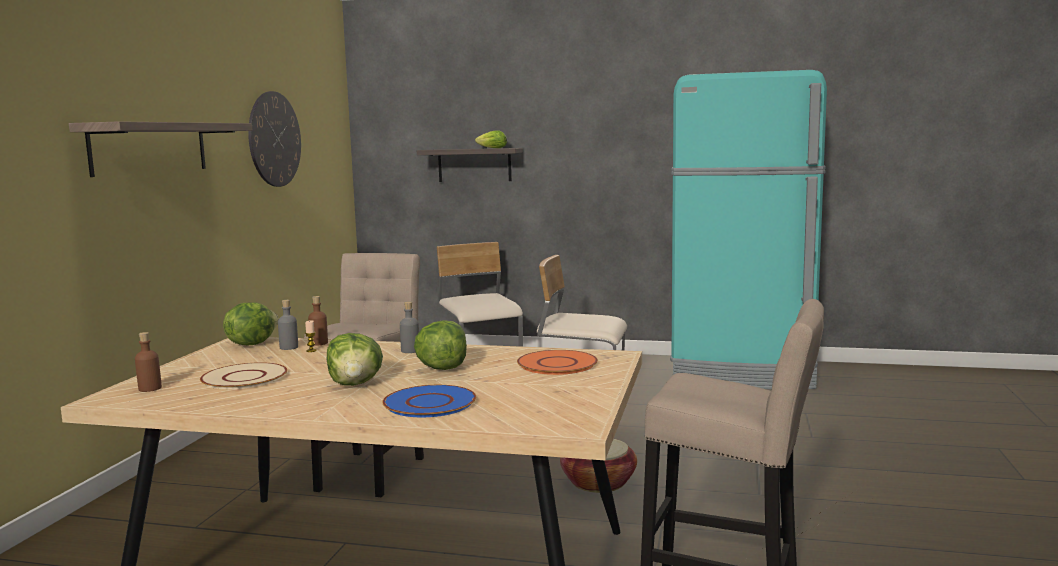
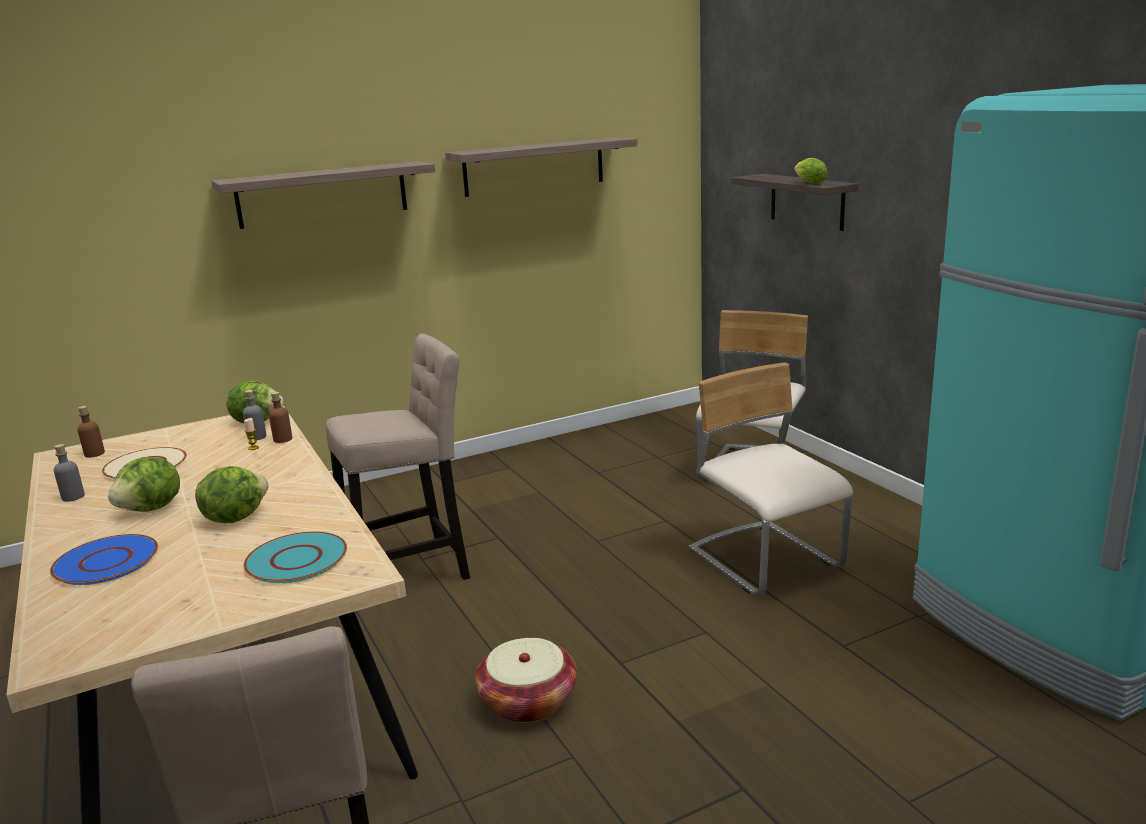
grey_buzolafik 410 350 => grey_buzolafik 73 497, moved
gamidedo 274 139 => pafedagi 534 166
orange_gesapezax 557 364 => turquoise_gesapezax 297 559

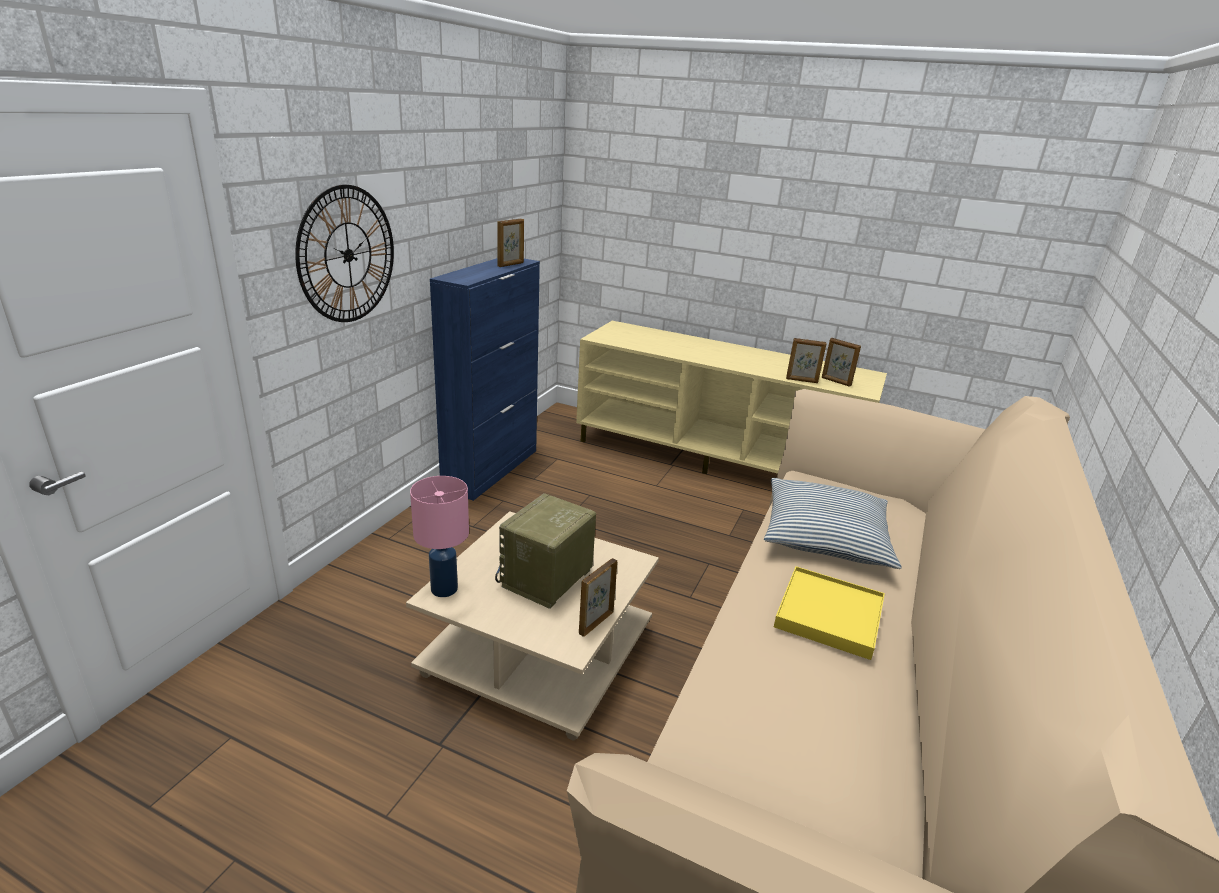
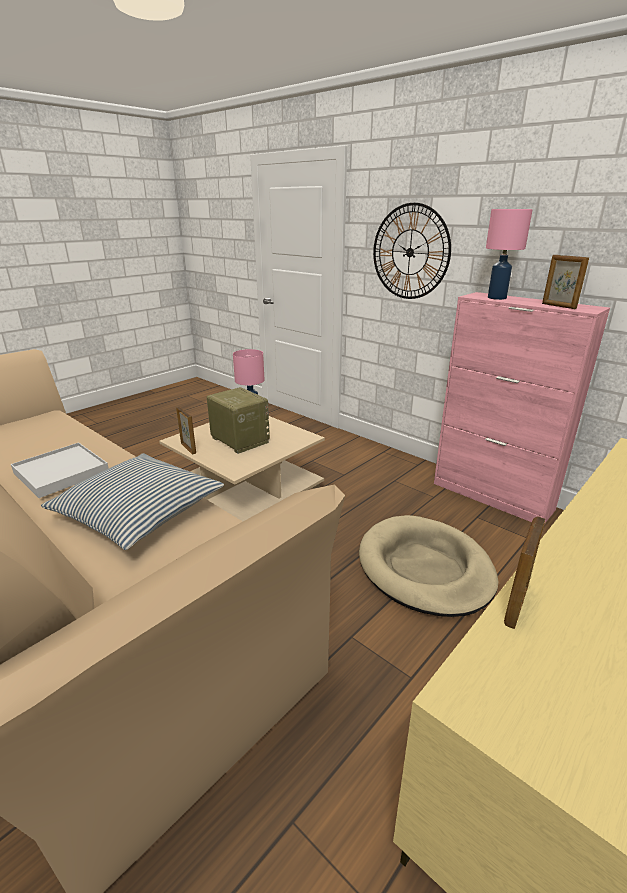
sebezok 836 382 => nothing
nothing => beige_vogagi 425 568
nothing => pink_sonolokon 497 298
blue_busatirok 491 469 => pink_busatirok 492 496
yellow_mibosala 828 615 => white_mibosala 61 472

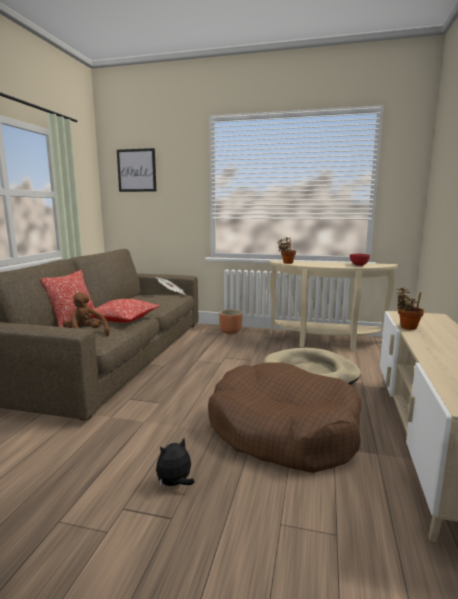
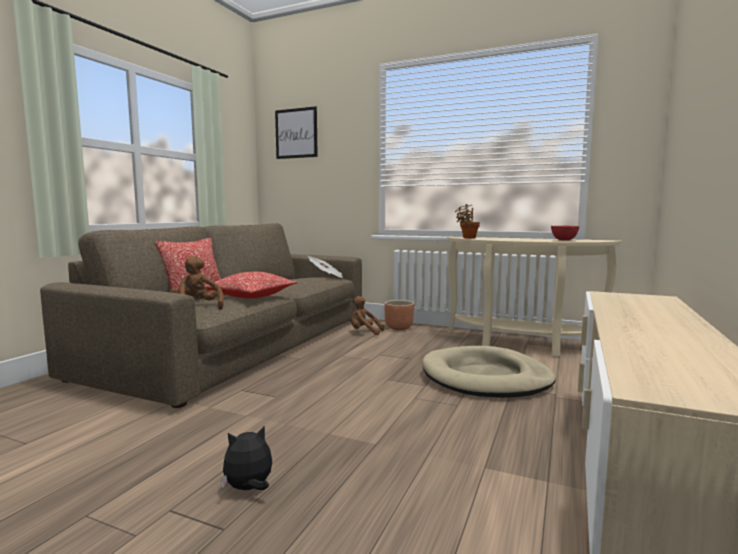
brown_vogagi 282 430 => nothing
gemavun 407 327 => nothing
nothing => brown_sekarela 364 332

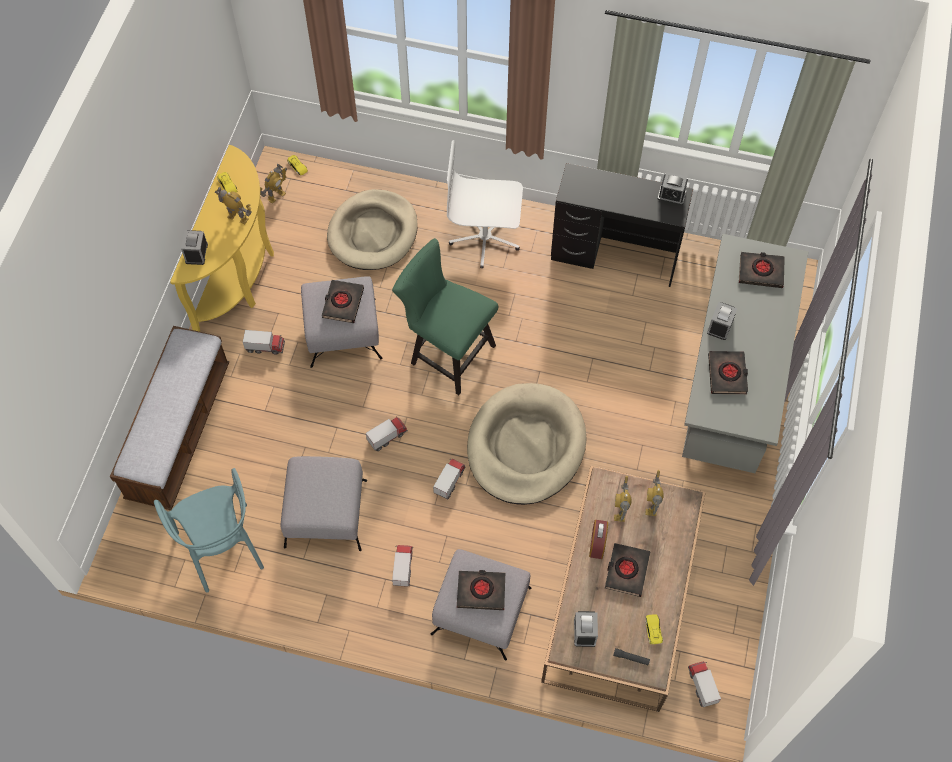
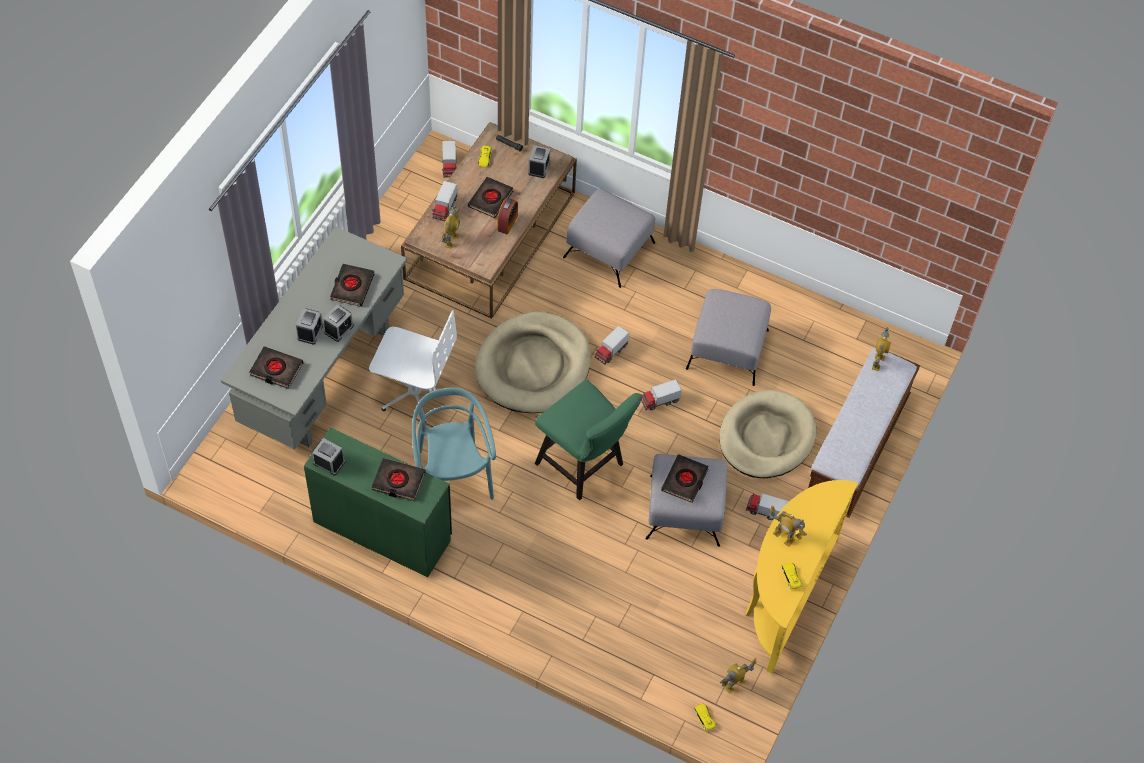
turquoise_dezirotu 222 547 => turquoise_dezirotu 452 476, moved
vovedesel 196 253 => vovedesel 310 332, moved
beige_vogagi 373 233 => beige_vogagi 766 437, moved
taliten 403 568 => taliten 444 208, moved
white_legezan 485 238 => white_legezan 414 392, moved
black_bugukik 481 591 => black_bugukik 398 482, moved
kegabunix 620 511 => kegabunix 877 362, moved
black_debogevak 614 257 => green_debogevak 382 529

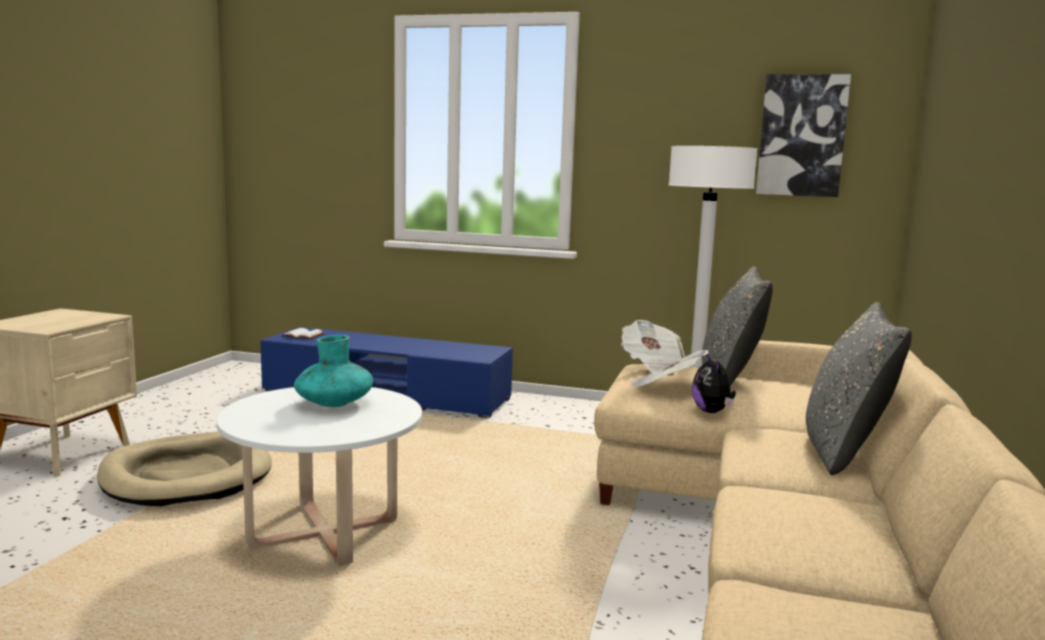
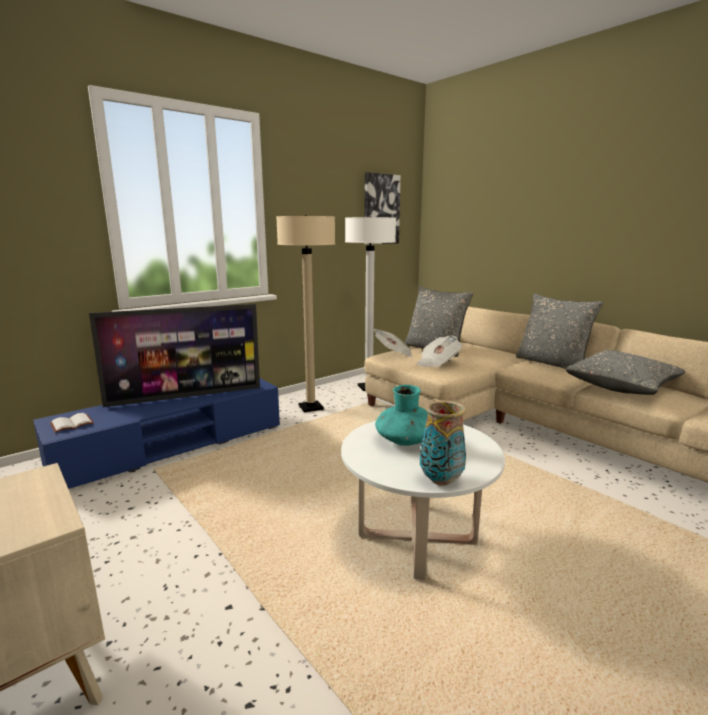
beige_vogagi 187 476 => nothing
sekarela 712 412 => nothing
nothing => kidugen 186 396
nothing => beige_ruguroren 311 407
nothing => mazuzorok 441 480
nothing => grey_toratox 622 386

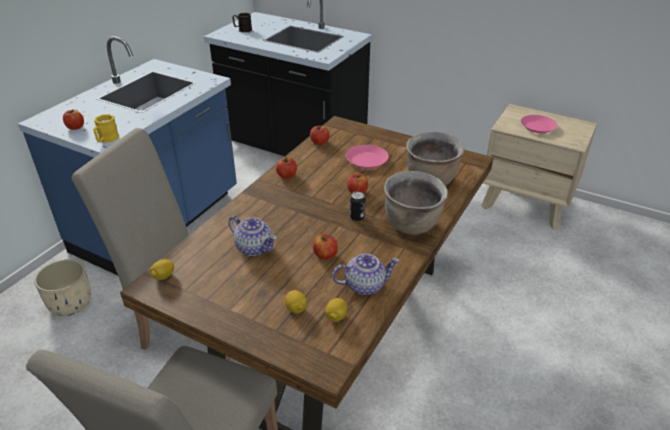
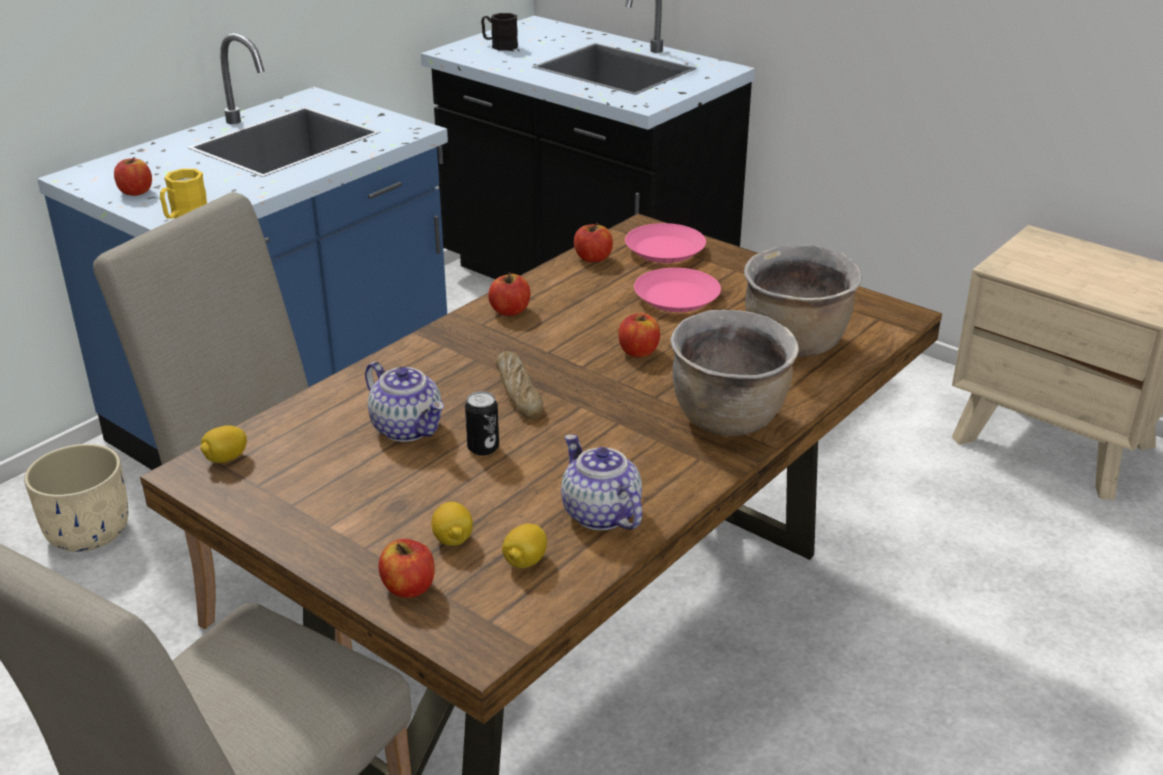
nothing => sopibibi 519 392
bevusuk 325 255 => bevusuk 409 587, moved
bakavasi 357 217 => bakavasi 483 448, moved
pink_gesapezax 538 127 => pink_gesapezax 665 250, moved
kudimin 365 285 => kudimin 599 514, 120 degrees counterclockwise

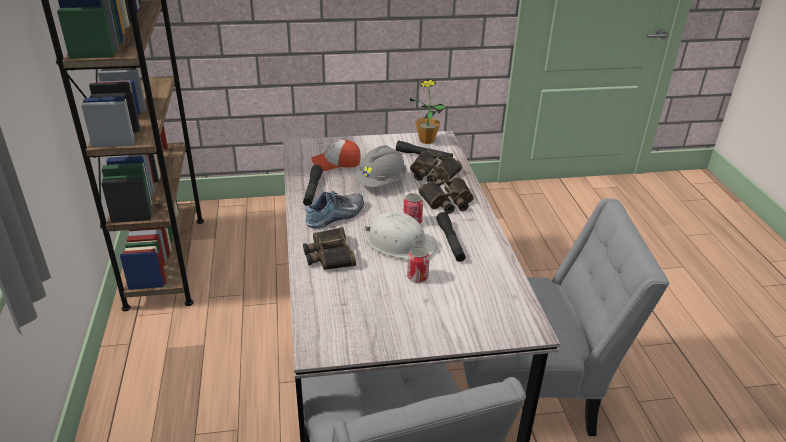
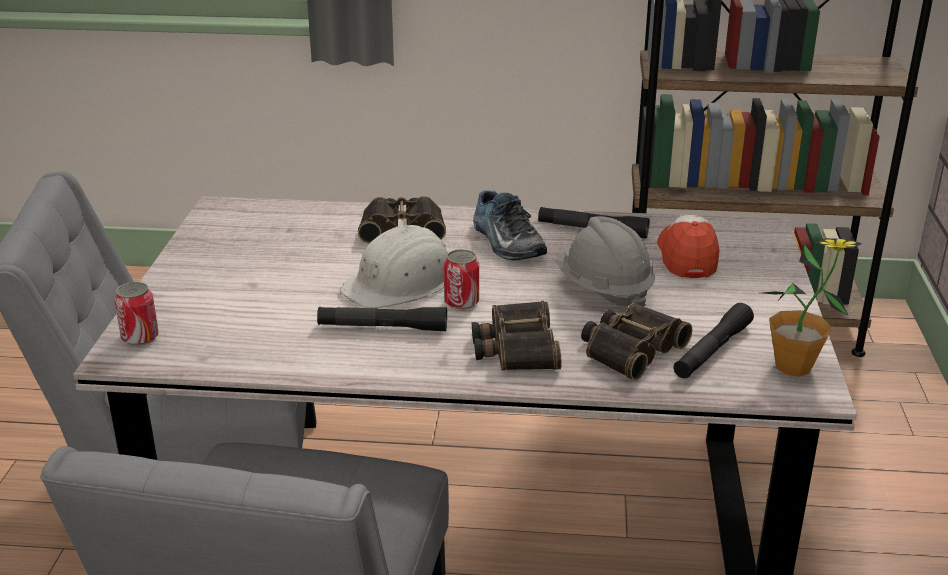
bakavasi 417 277 => bakavasi 140 337, moved

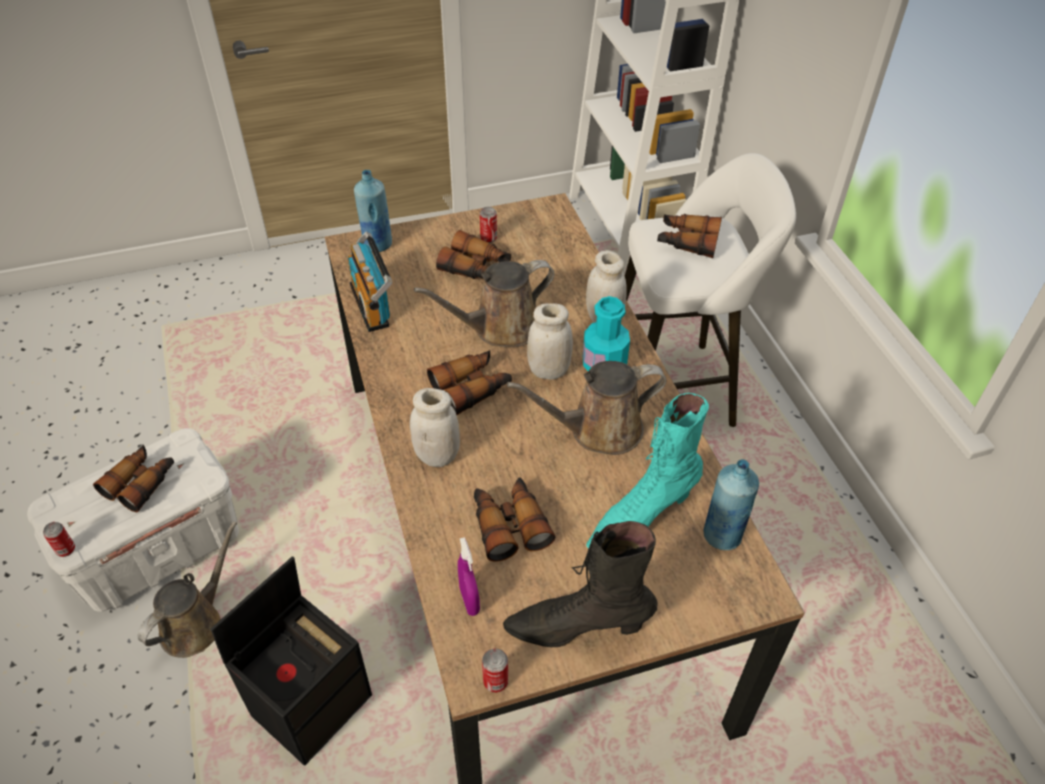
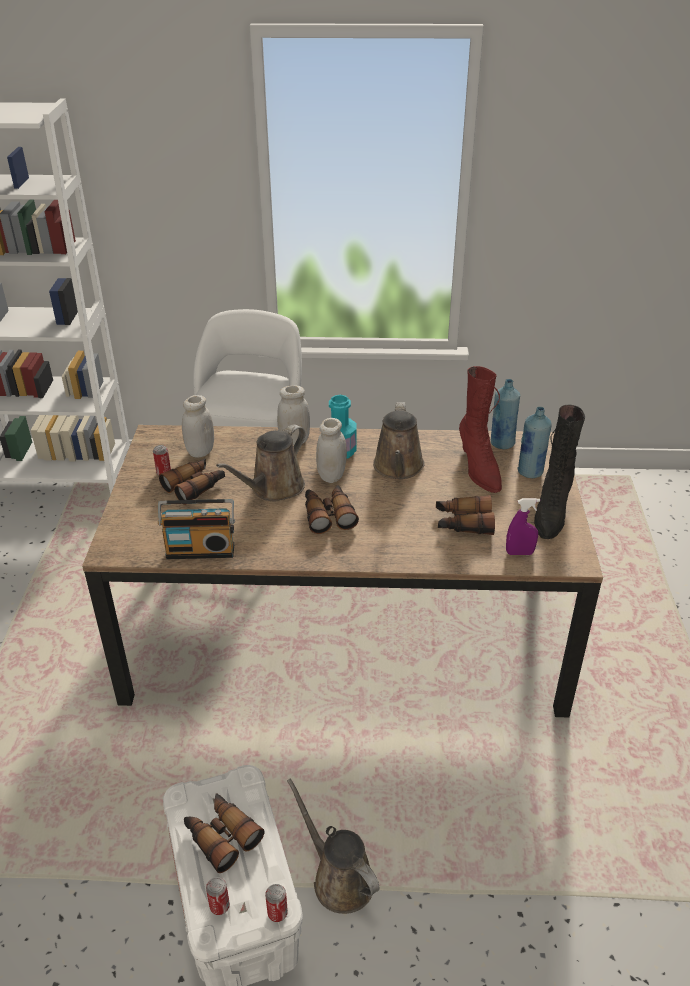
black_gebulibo 312 702 => nothing
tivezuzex 687 242 => nothing
blue_buzolafik 377 244 => blue_buzolafik 530 472, moved
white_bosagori 437 455 => white_bosagori 200 451, moved
bakavasi 495 682 => bakavasi 219 906, moved
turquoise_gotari 641 518 => red_gotari 478 469
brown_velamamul 500 328 => brown_velamamul 273 488, 45 degrees clockwise

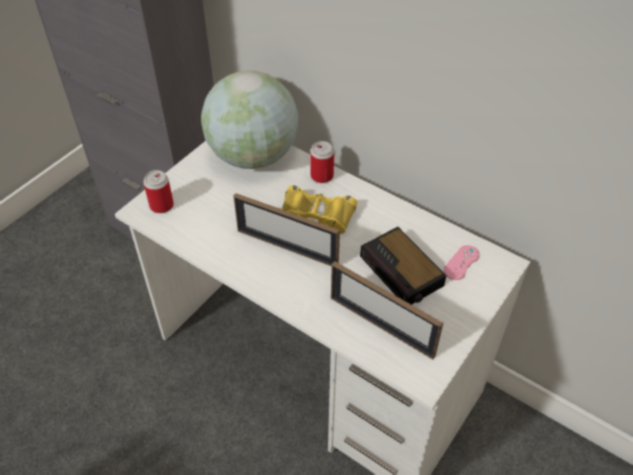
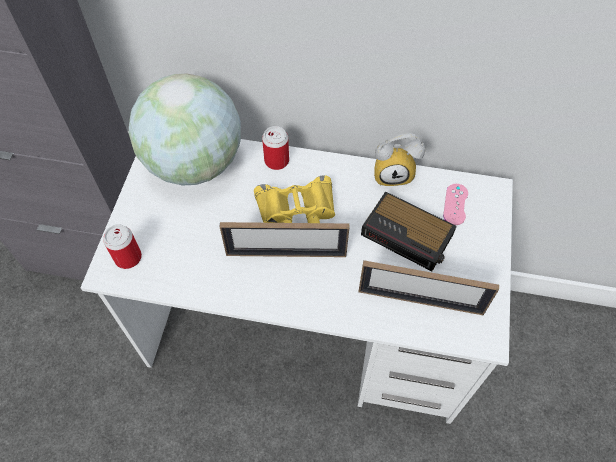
nothing => vovedesel 393 173

